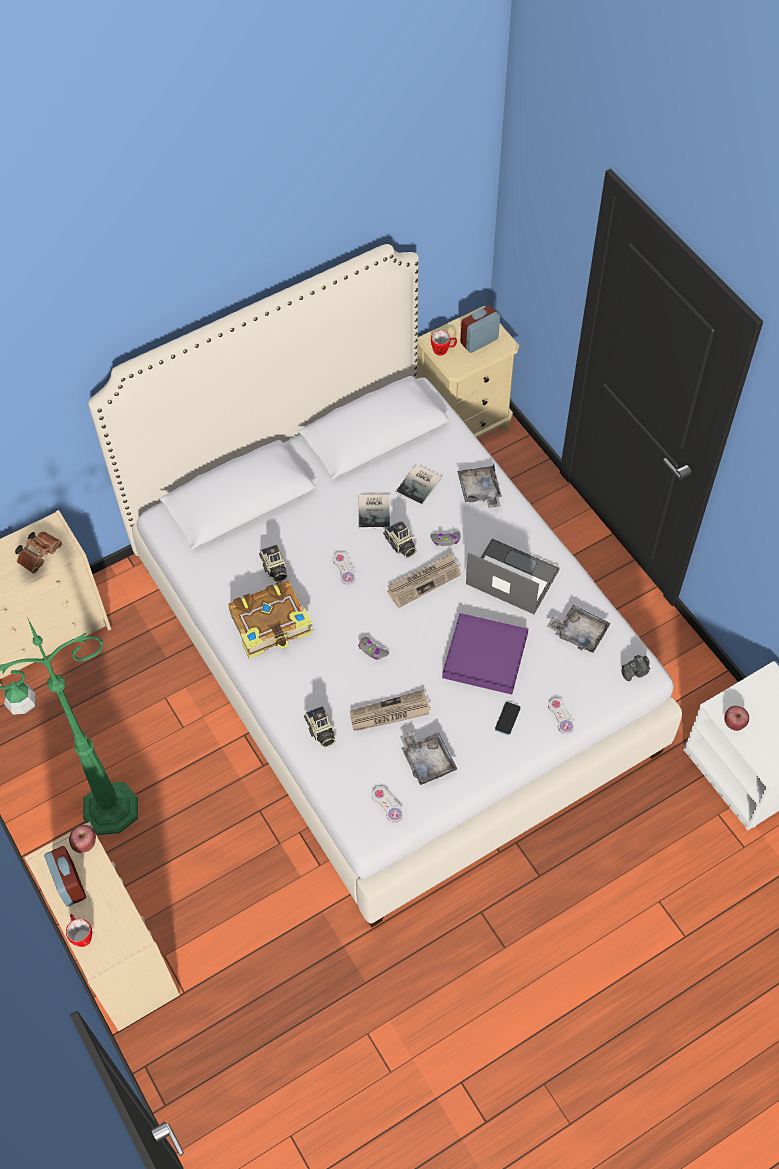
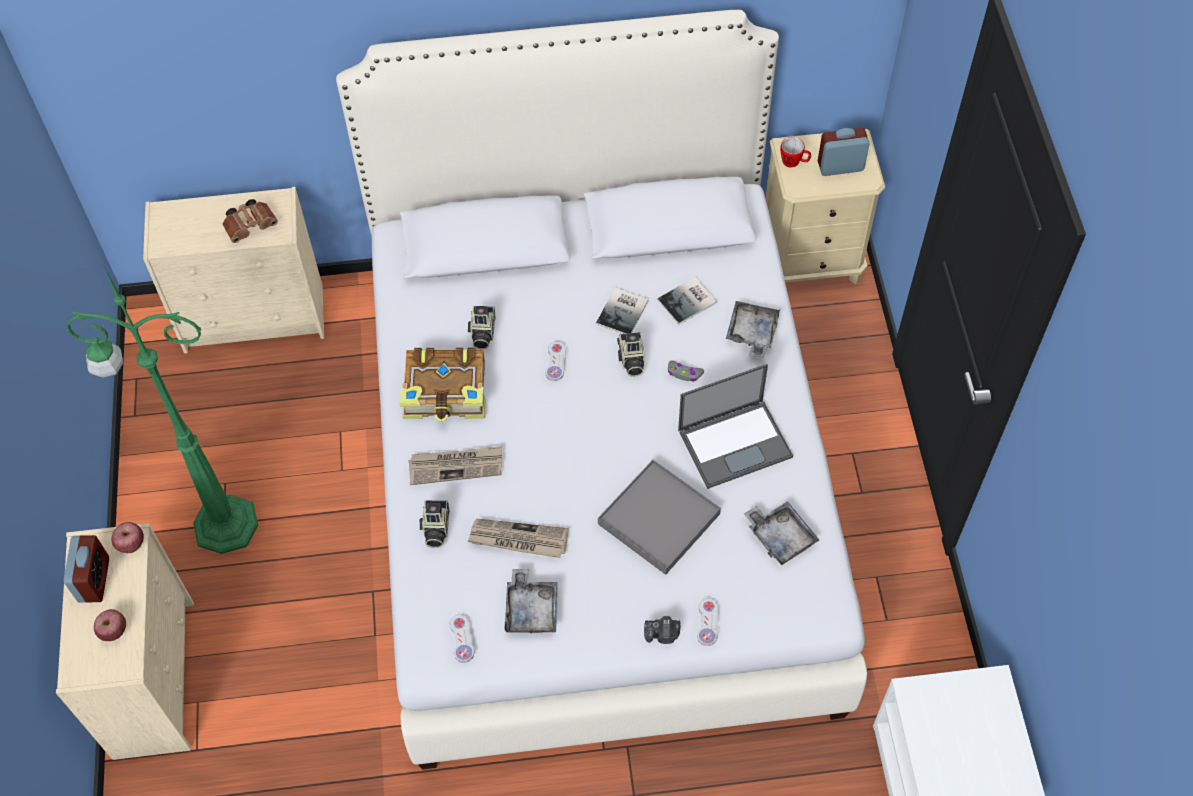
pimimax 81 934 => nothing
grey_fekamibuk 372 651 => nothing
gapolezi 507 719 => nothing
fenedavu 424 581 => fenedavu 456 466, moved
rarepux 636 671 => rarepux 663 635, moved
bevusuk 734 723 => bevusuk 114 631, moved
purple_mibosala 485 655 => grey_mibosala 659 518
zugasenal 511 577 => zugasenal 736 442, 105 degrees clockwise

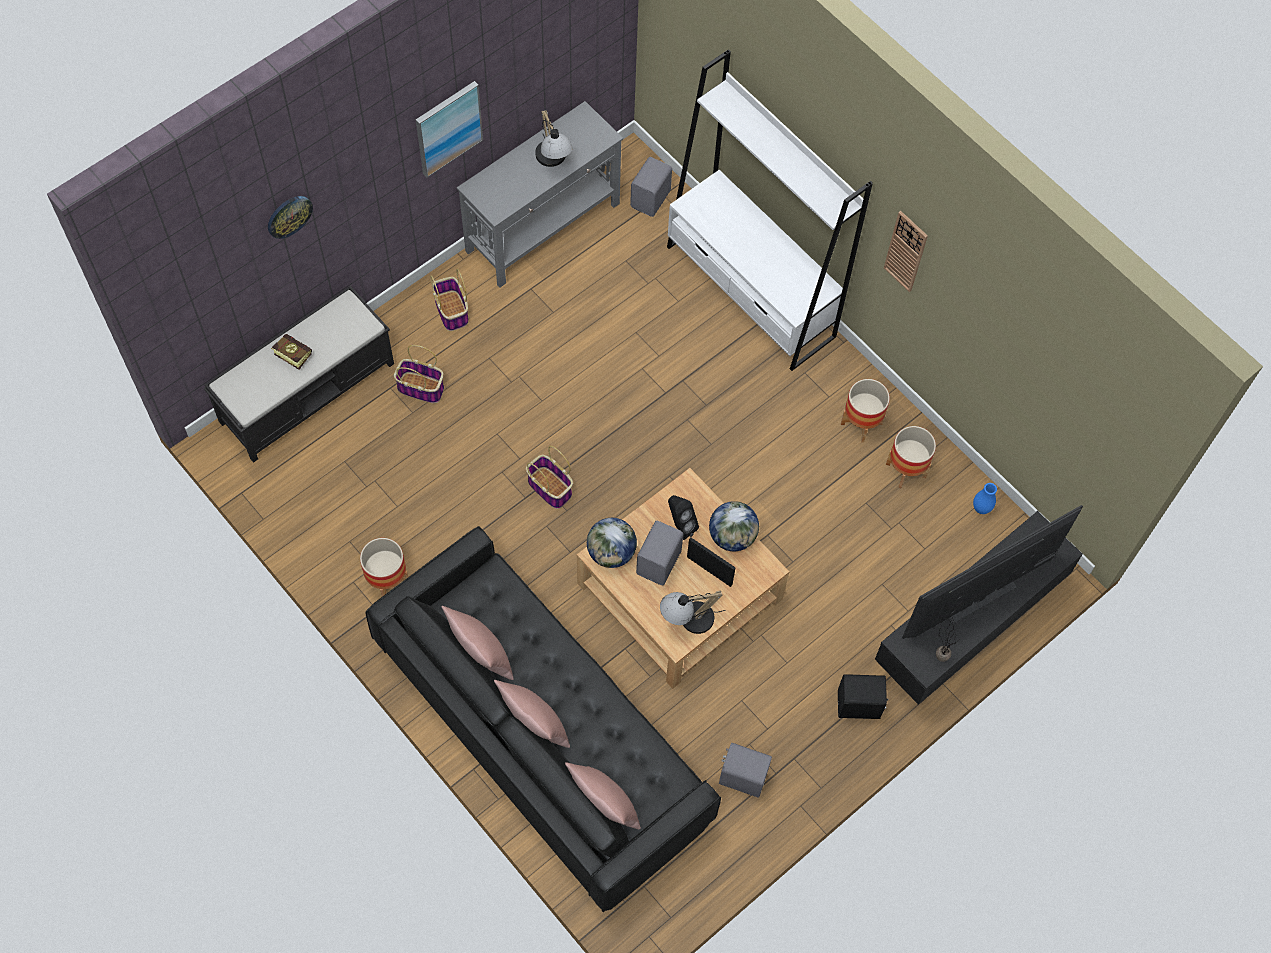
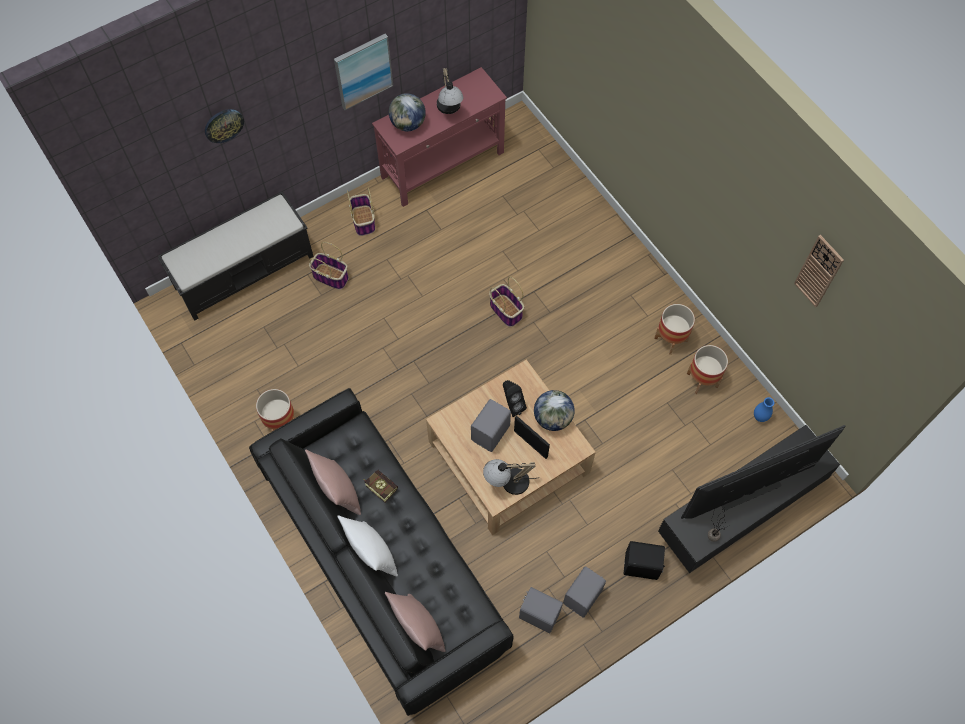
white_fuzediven 750 292 => nothing
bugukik 290 354 => bugukik 379 486, moved
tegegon 550 488 => tegegon 506 311, moved
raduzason 611 553 => raduzason 408 124, moved
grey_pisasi 651 199 => grey_pisasi 583 597, moved
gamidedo 906 251 => gamidedo 819 271, moved
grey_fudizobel 544 227 => red_fudizobel 443 165
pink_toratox 534 725 => white_toratox 372 554

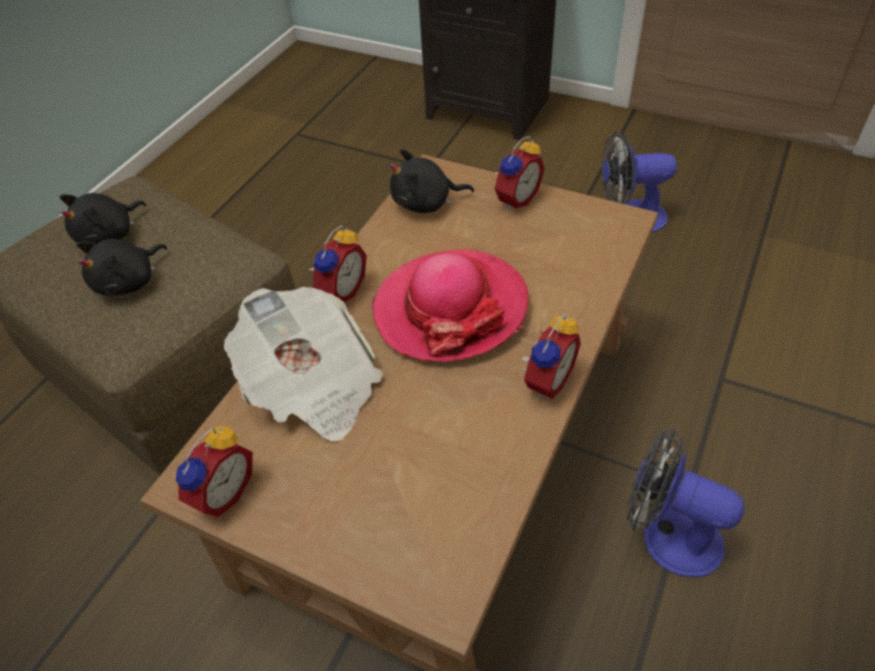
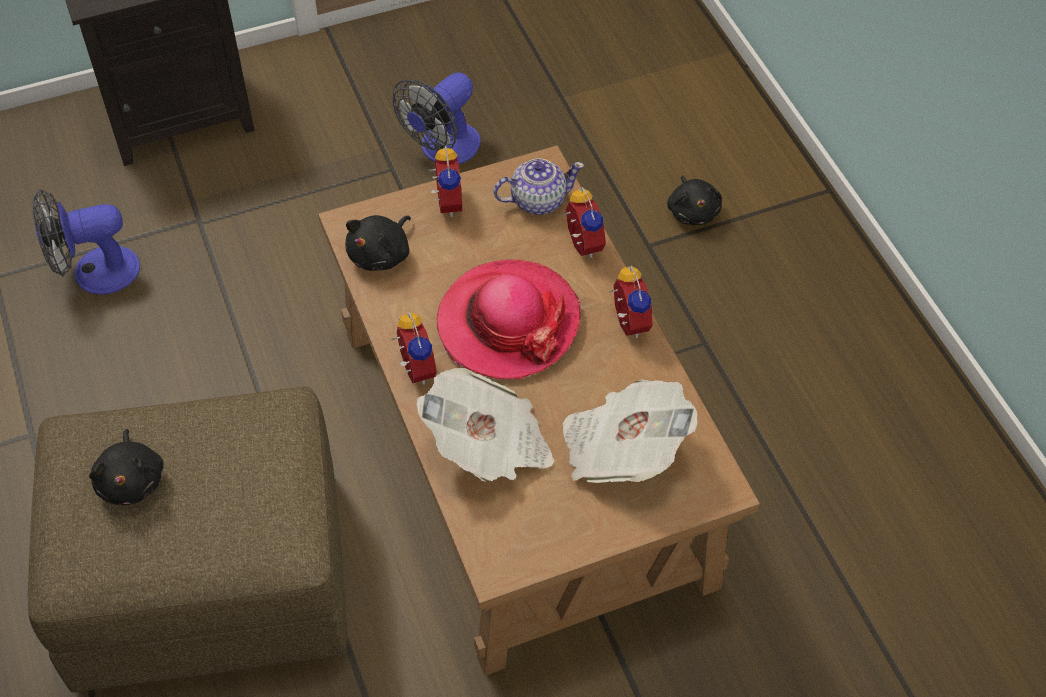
nothing => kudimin 537 201
nothing => fenedavu 622 450
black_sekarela 129 282 => black_sekarela 693 211, moved
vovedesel 222 492 => vovedesel 580 245, moved
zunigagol 668 534 => zunigagol 94 273, moved

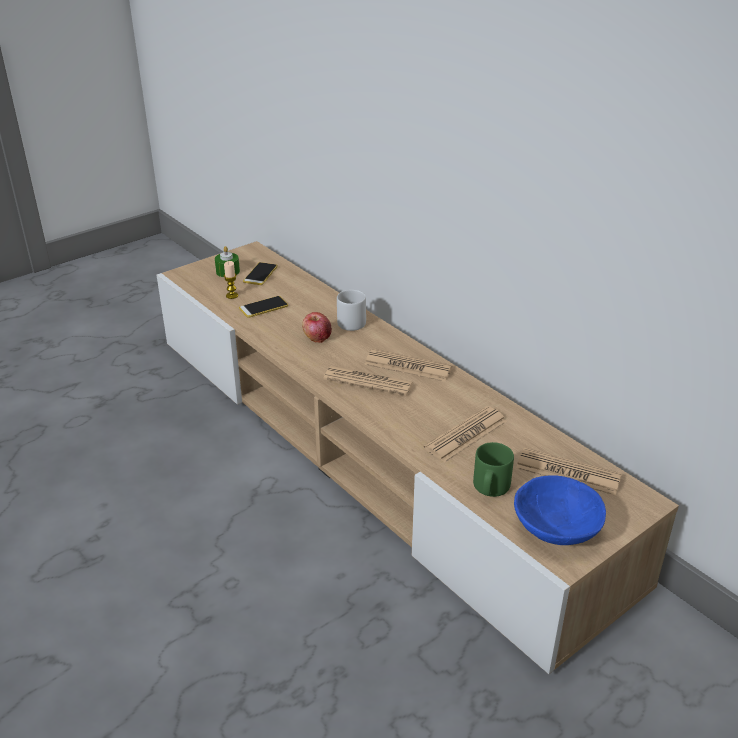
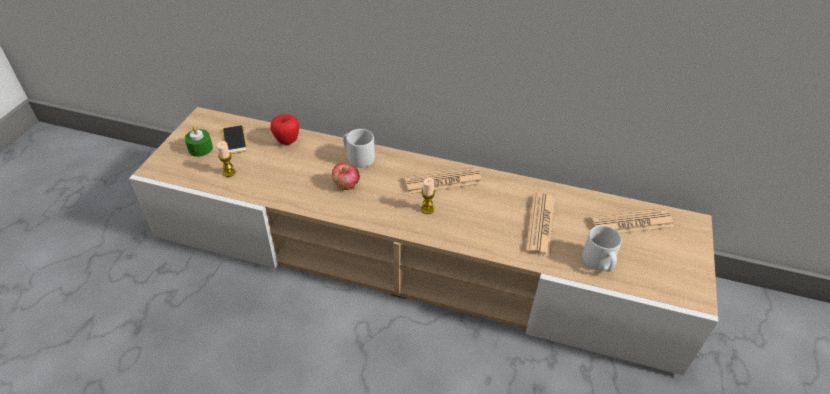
gapolezi 263 307 => nothing
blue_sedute 554 529 => nothing
nothing => bevusuk 287 141
fenedavu 368 381 => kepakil 427 209
green_pimimax 490 488 => grey_pimimax 599 262

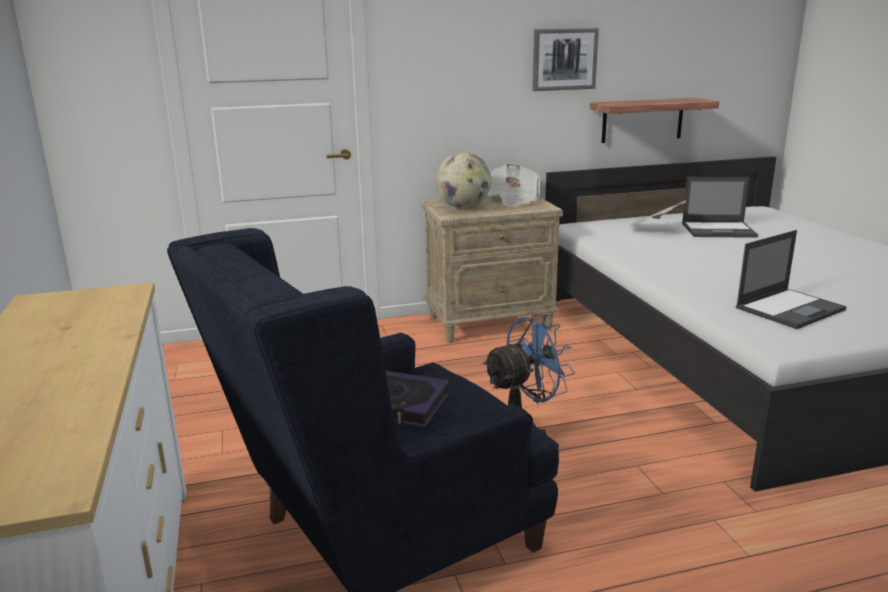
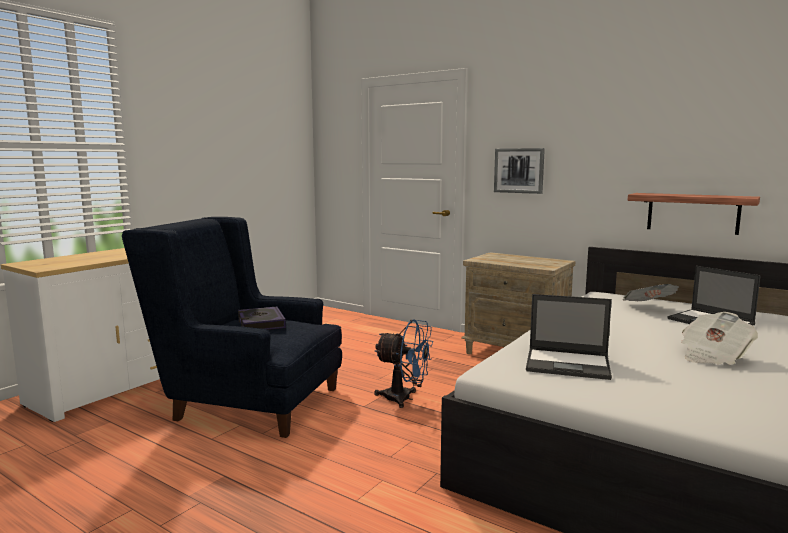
raduzason 463 207 => nothing
fenedavu 514 200 => fenedavu 713 356, moved
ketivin 564 59 => ketivin 519 170, moved

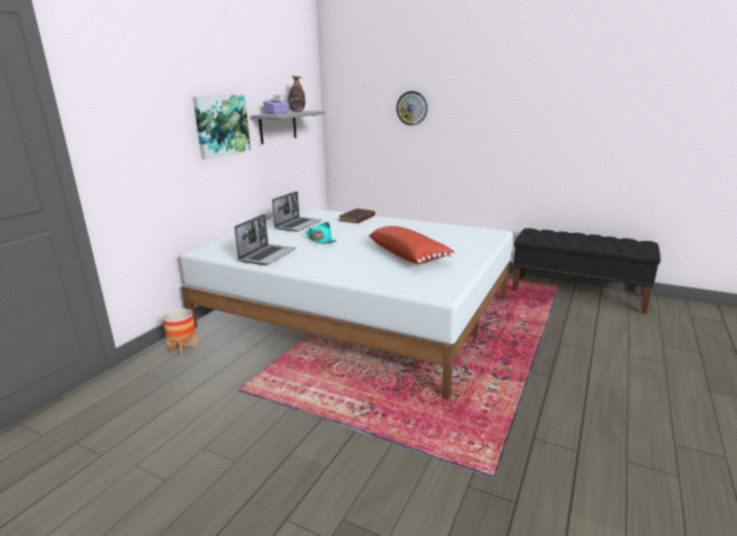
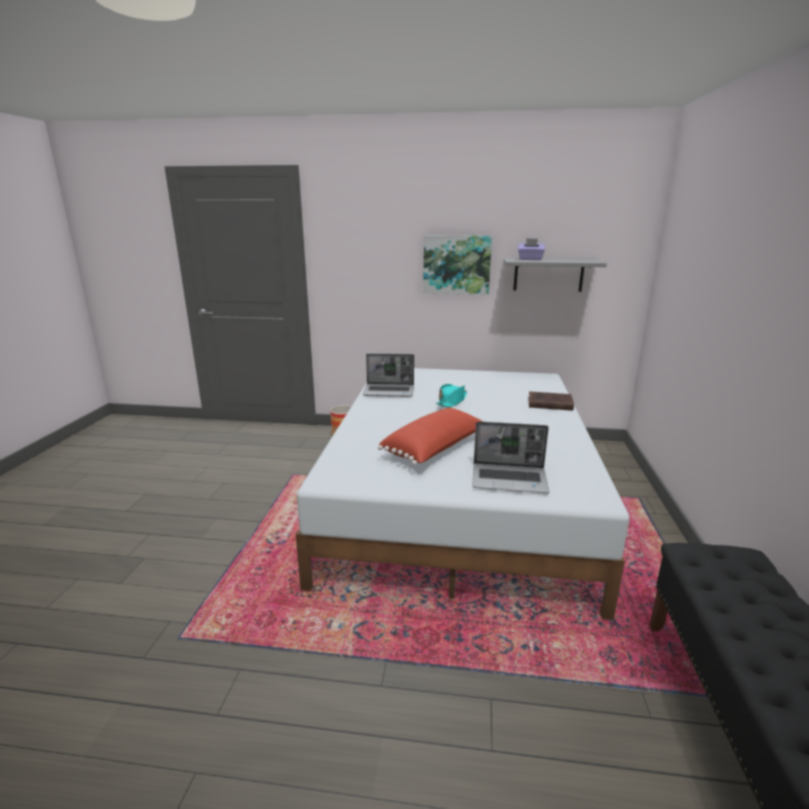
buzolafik 297 111 => nothing
gamidedo 412 108 => nothing
zugasenal 298 225 => zugasenal 510 479, moved

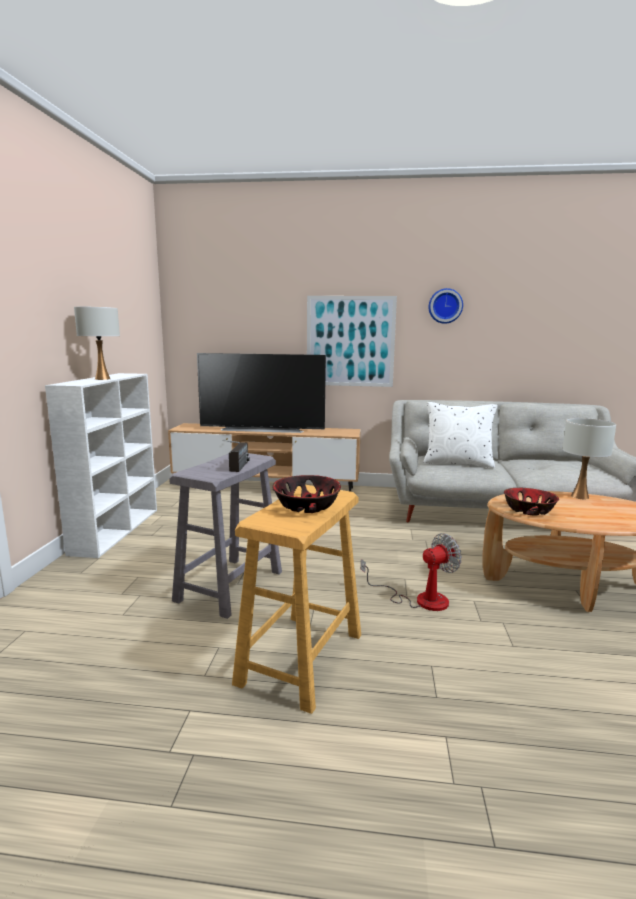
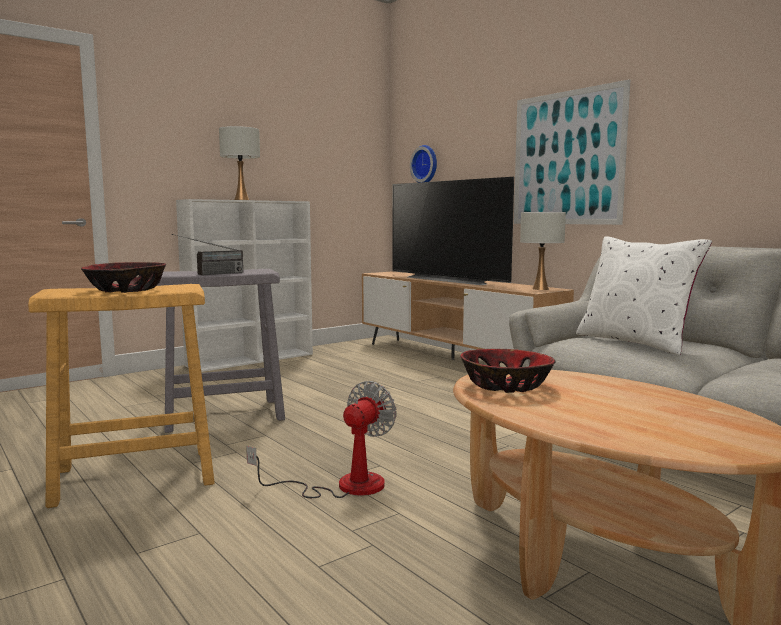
gamidedo 445 306 => gamidedo 426 164, moved
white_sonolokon 579 496 => white_sonolokon 540 289, moved
zunigagol 420 599 => zunigagol 343 486, 75 degrees counterclockwise

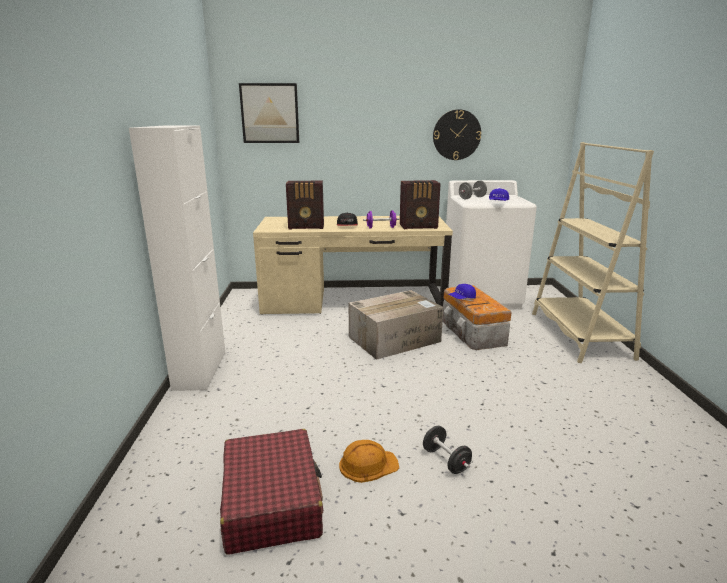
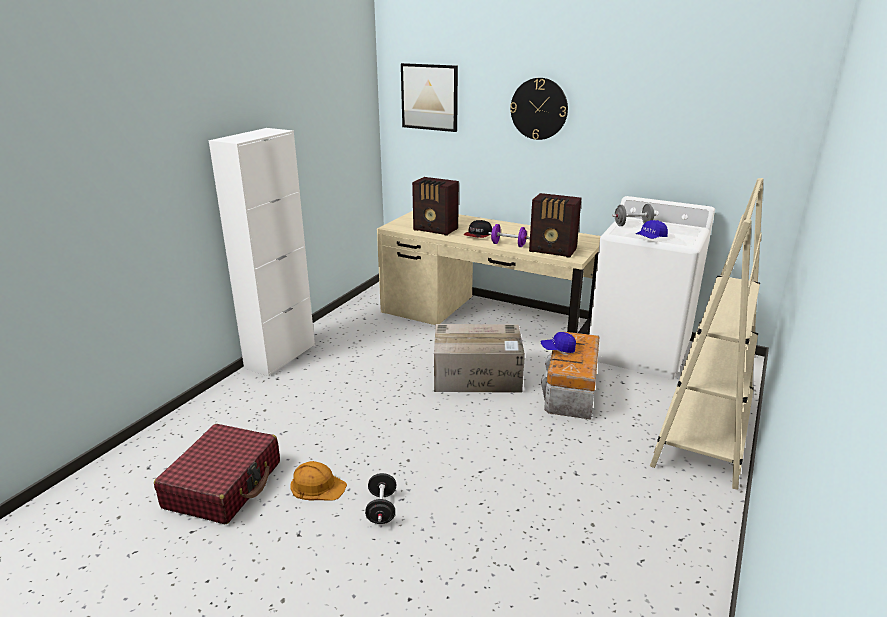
gamidedo 456 135 => gamidedo 539 109, moved

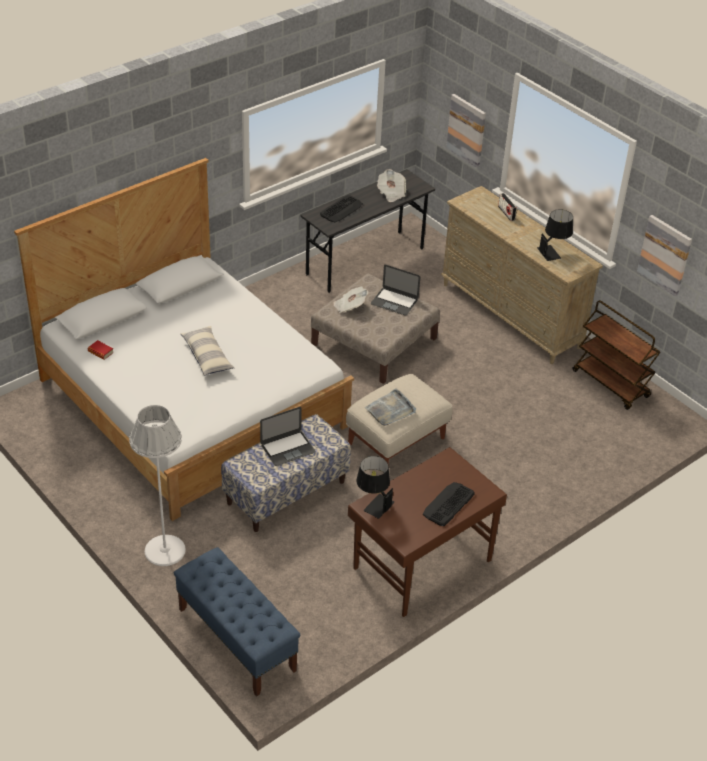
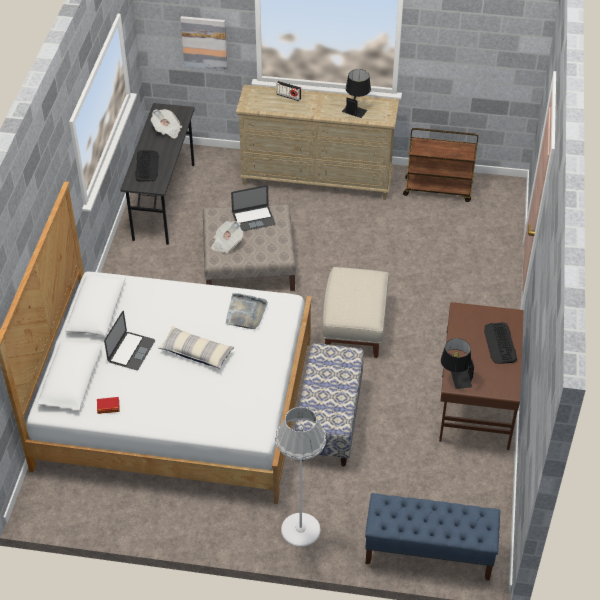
ketivin 665 255 => nothing
zugasenal 287 448 => zugasenal 131 351, moved
grey_mibosala 390 410 => grey_mibosala 246 313, moved

